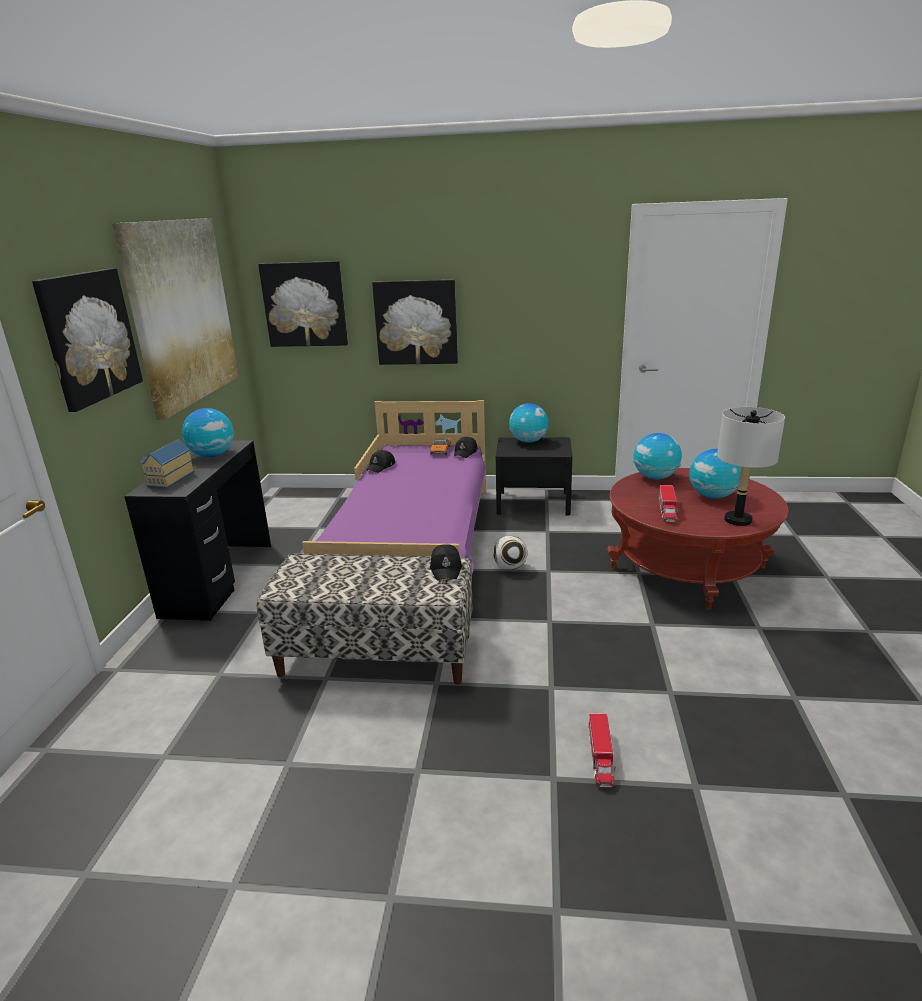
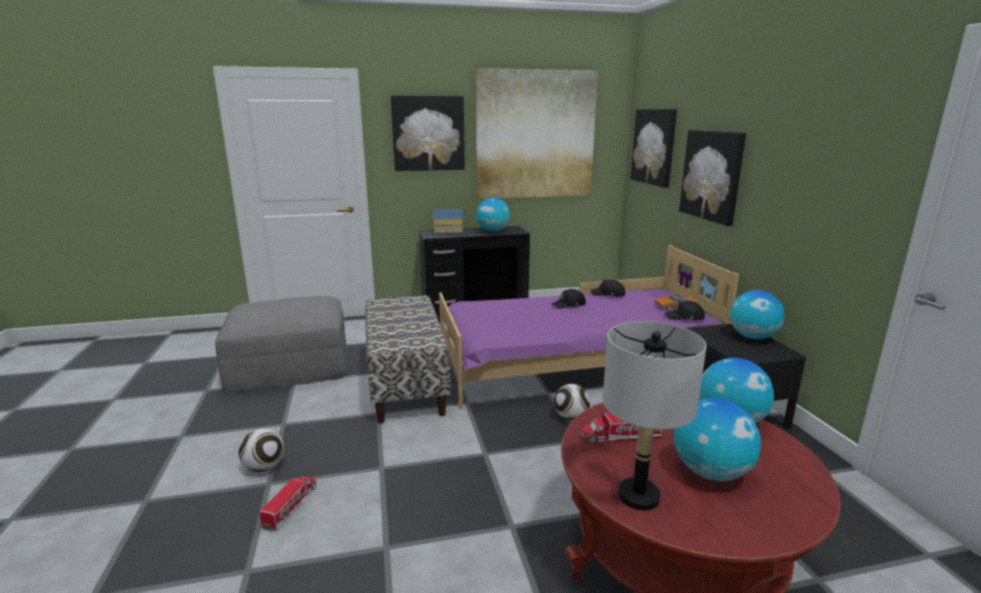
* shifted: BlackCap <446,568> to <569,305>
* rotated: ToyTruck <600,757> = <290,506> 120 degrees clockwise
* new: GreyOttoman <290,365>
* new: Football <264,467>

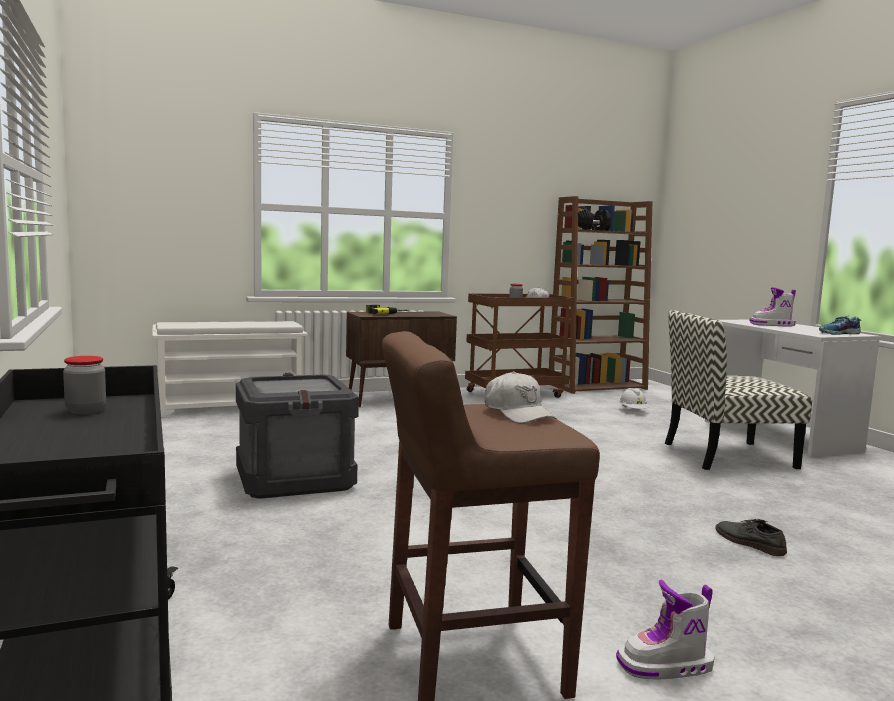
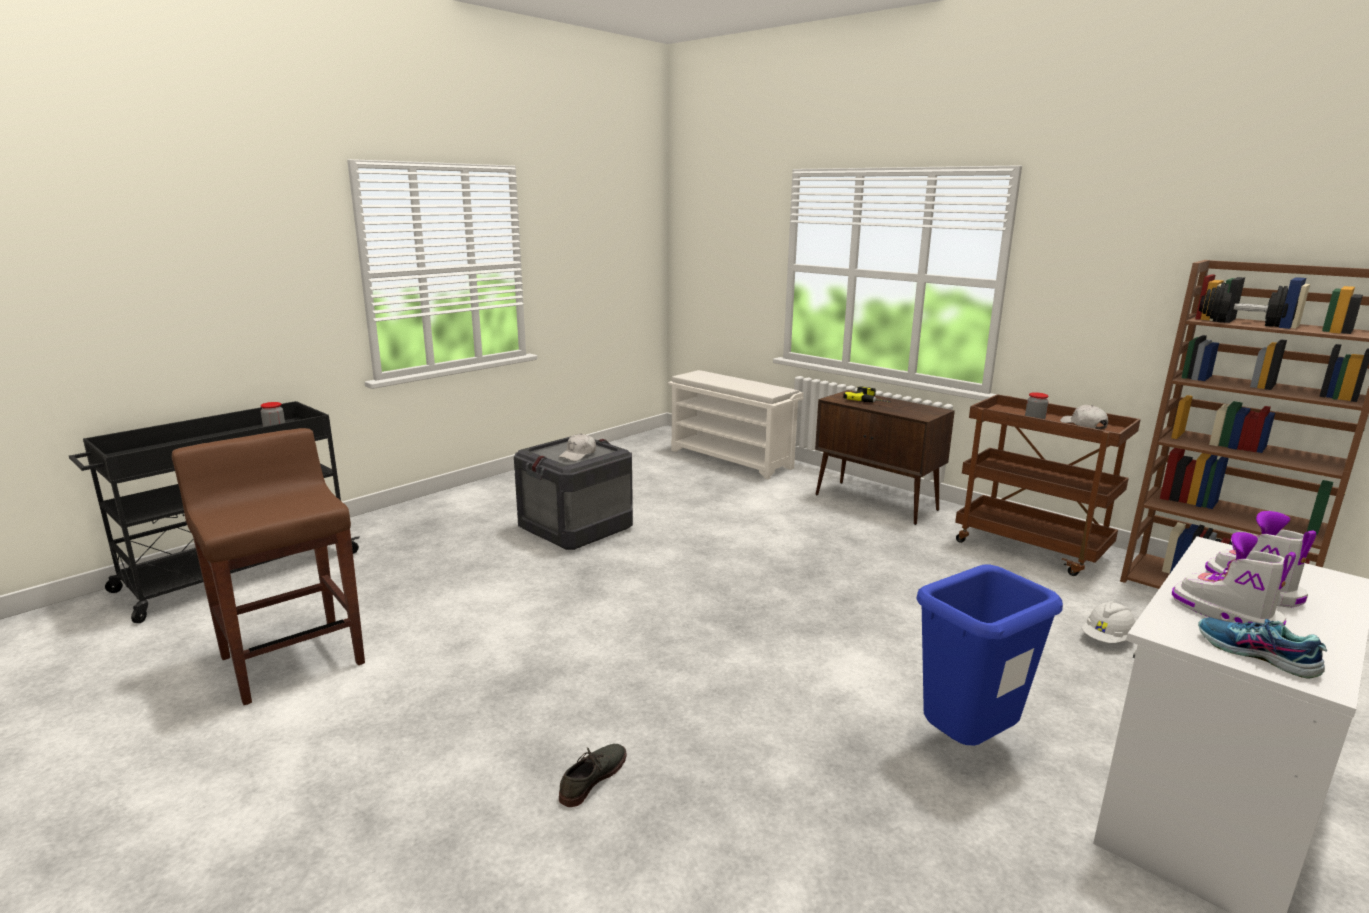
* shifted: WhiteCap <518,413> to <578,455>
* shifted: Boot <666,666> to <1224,614>
* swapped: Chair <727,455> to BlueTrashCan <967,745>

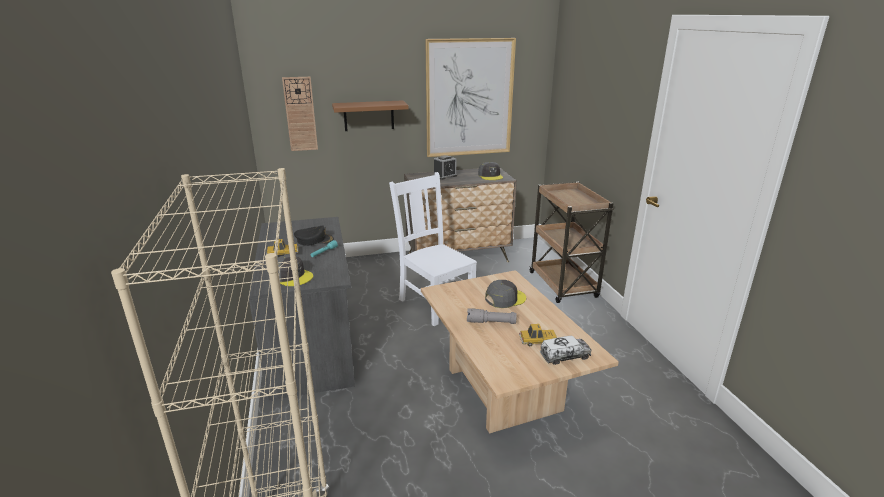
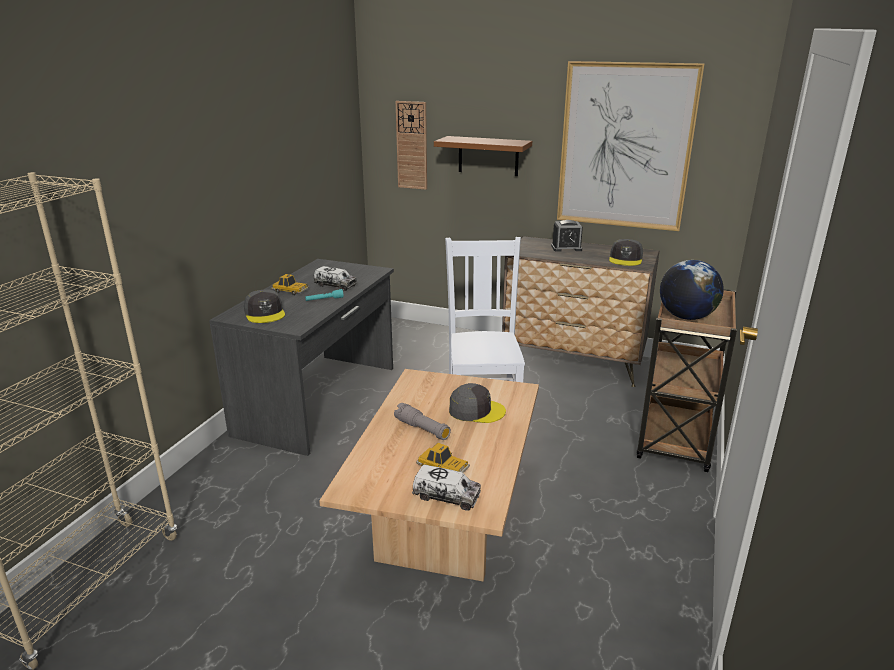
* swapped: BlackCap <314,240> to ToyTruck <335,285>
* new: Globe <686,317>

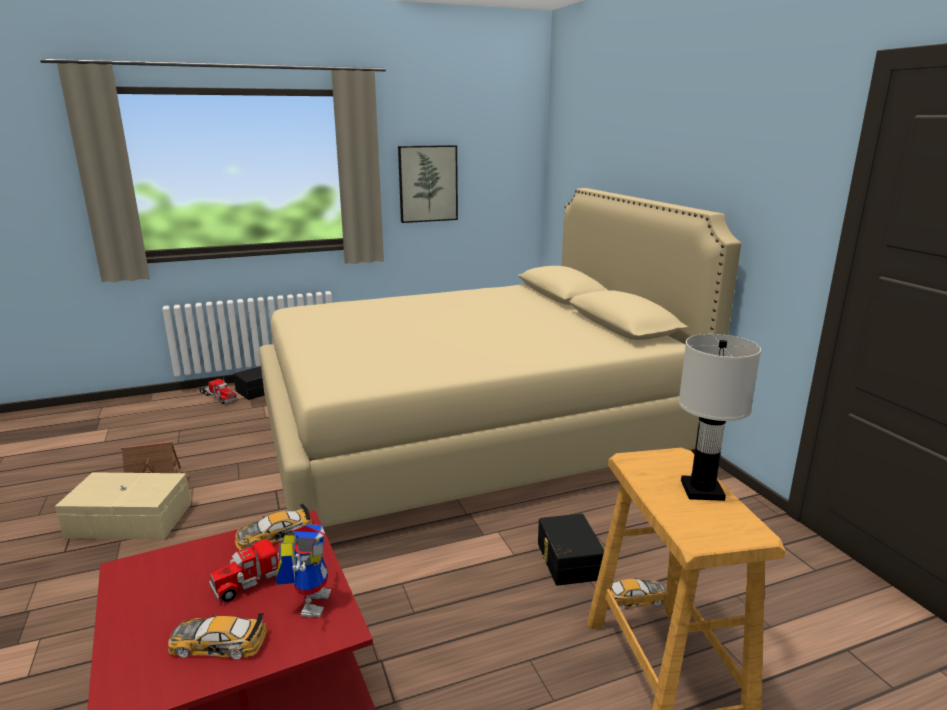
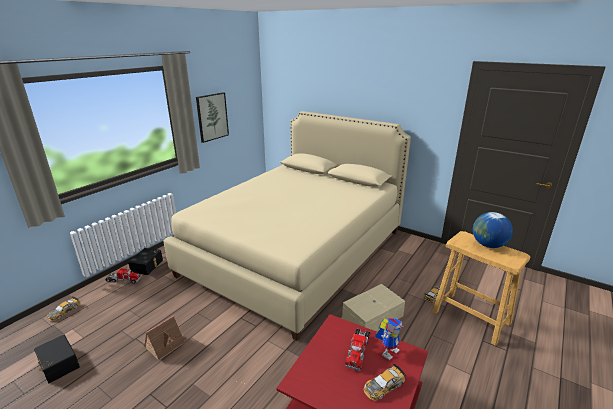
* shifted: BeigeStorageBox <130,519> to <371,316>
* shifted: ToyCar <274,535> to <64,311>
* rotated: ToyRobot <310,601> = <388,350> 75 degrees clockwise
* shifted: BlackStorageBox <567,561> to <58,364>
* swapped: WhiteTableLamp <701,490> to Globe <488,245>

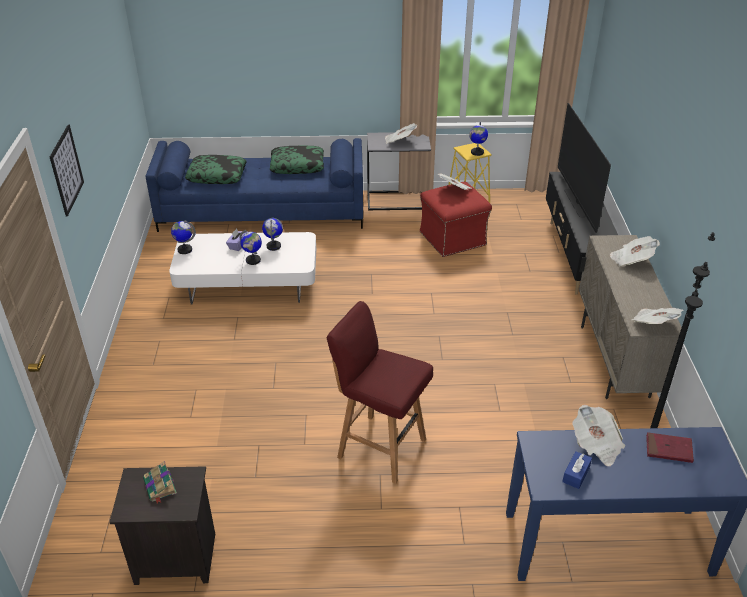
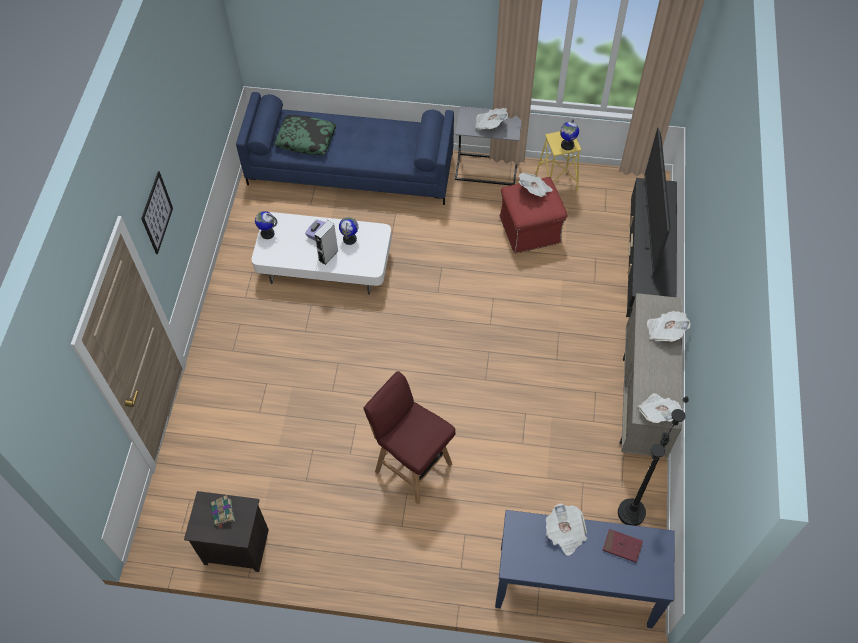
* swapped: Globe <253,260> to GreySpeaker <328,255>
* gone: Pillow <297,165>
* gone: BlueTissueBox <576,474>

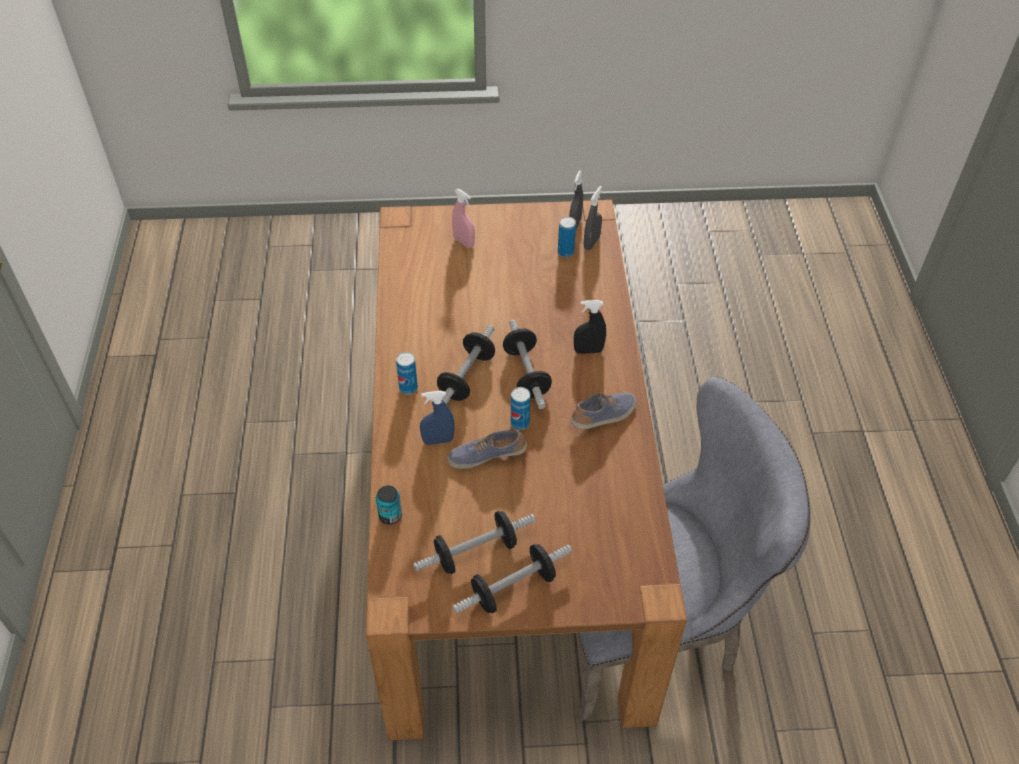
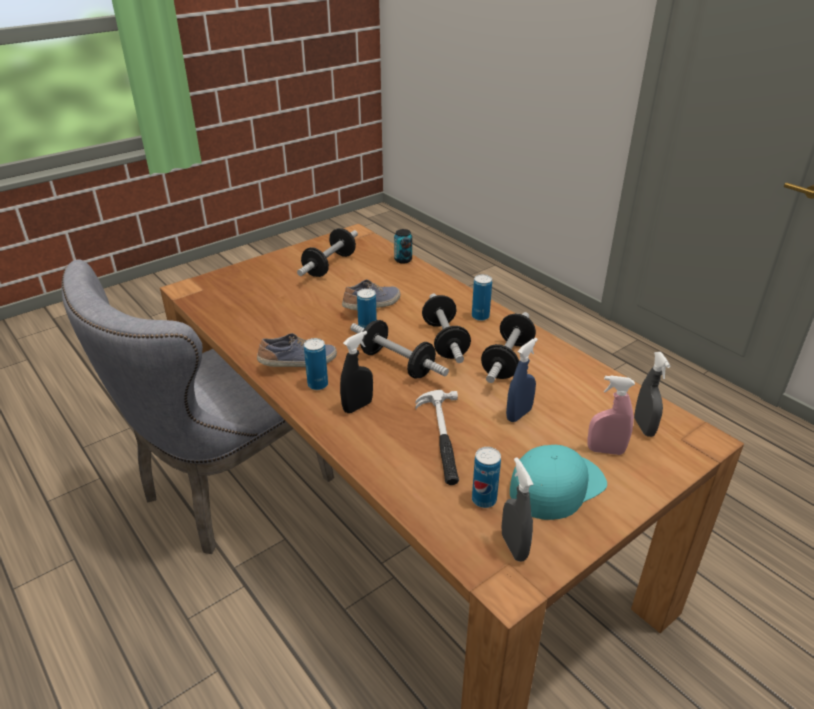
* shifted: BlueSprayBottle <438,440> to <519,414>
* shifted: Dumbbell <513,588> to <507,360>
* rotated: Shoe <604,417> = <299,363> 135 degrees counterclockwise
* shifted: GreySprayBottle <591,243> to <644,427>
* new: Can <318,385>
* new: Hammer <442,438>
* new: TurquoiseCap <556,485>

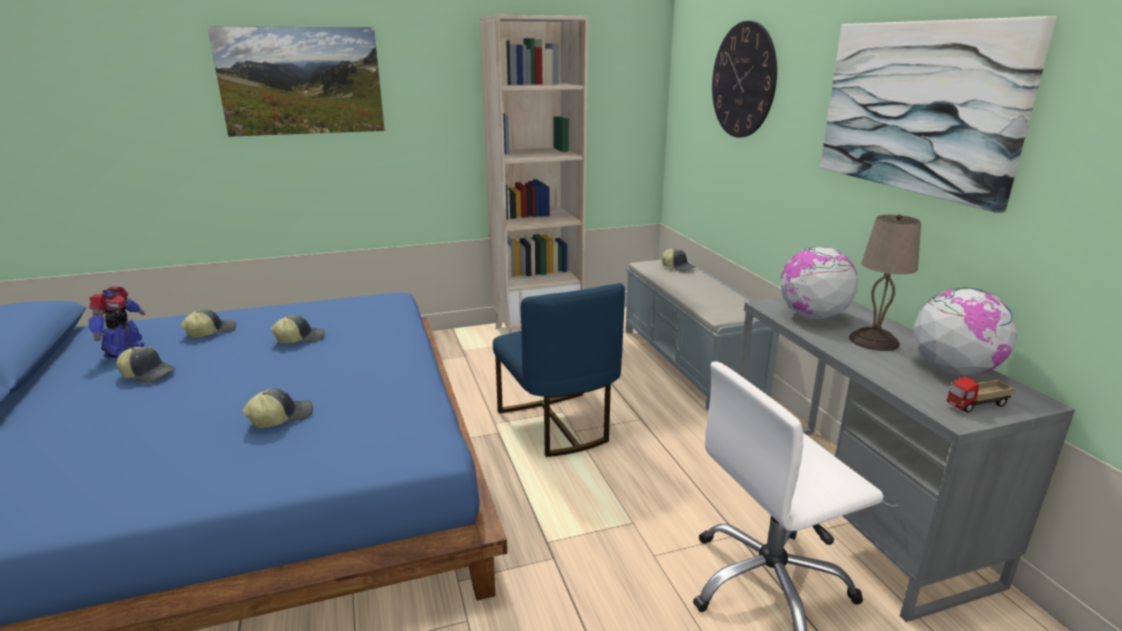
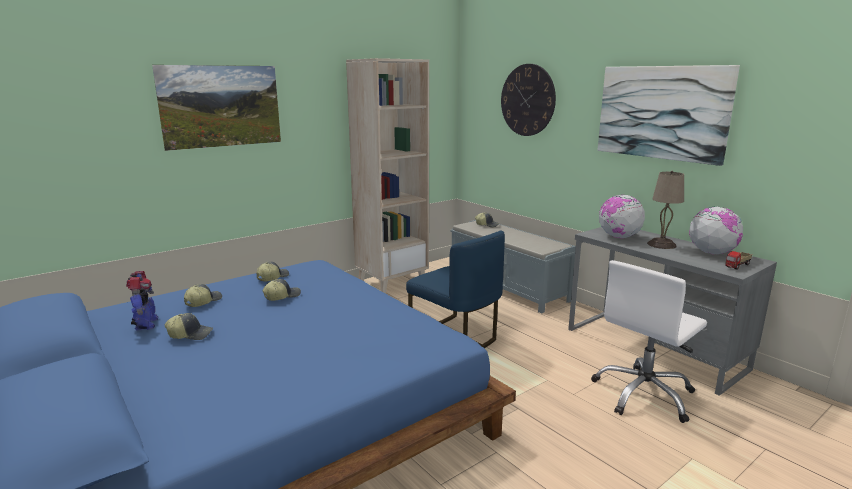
* shifted: Cap <281,417> to <272,277>

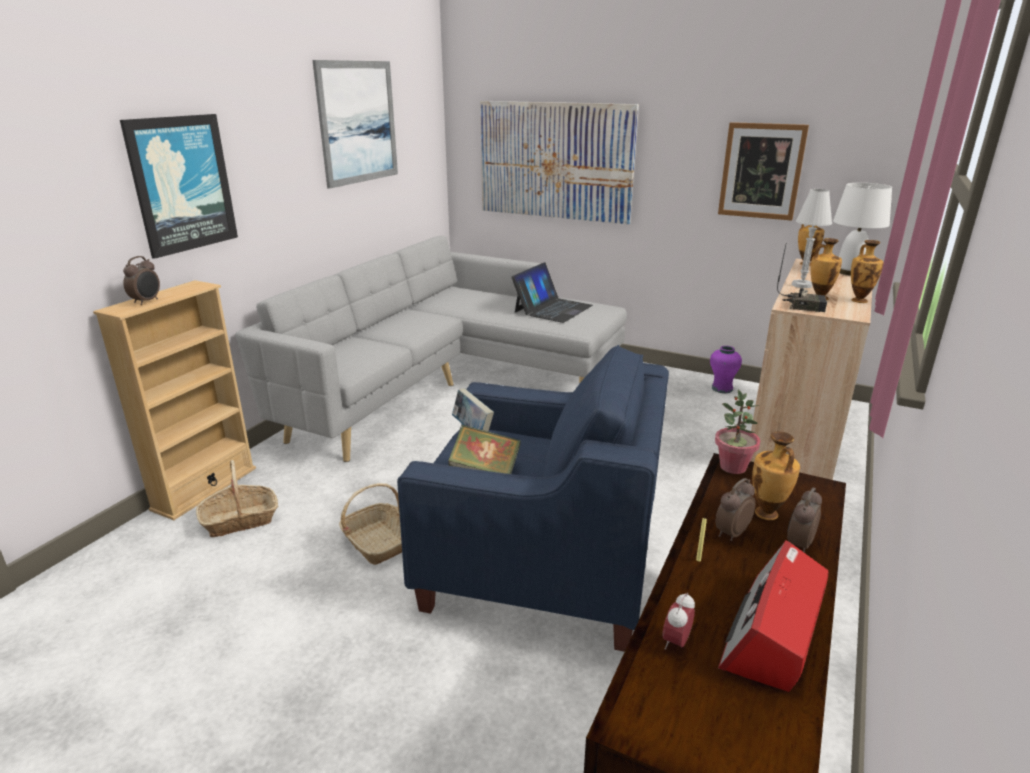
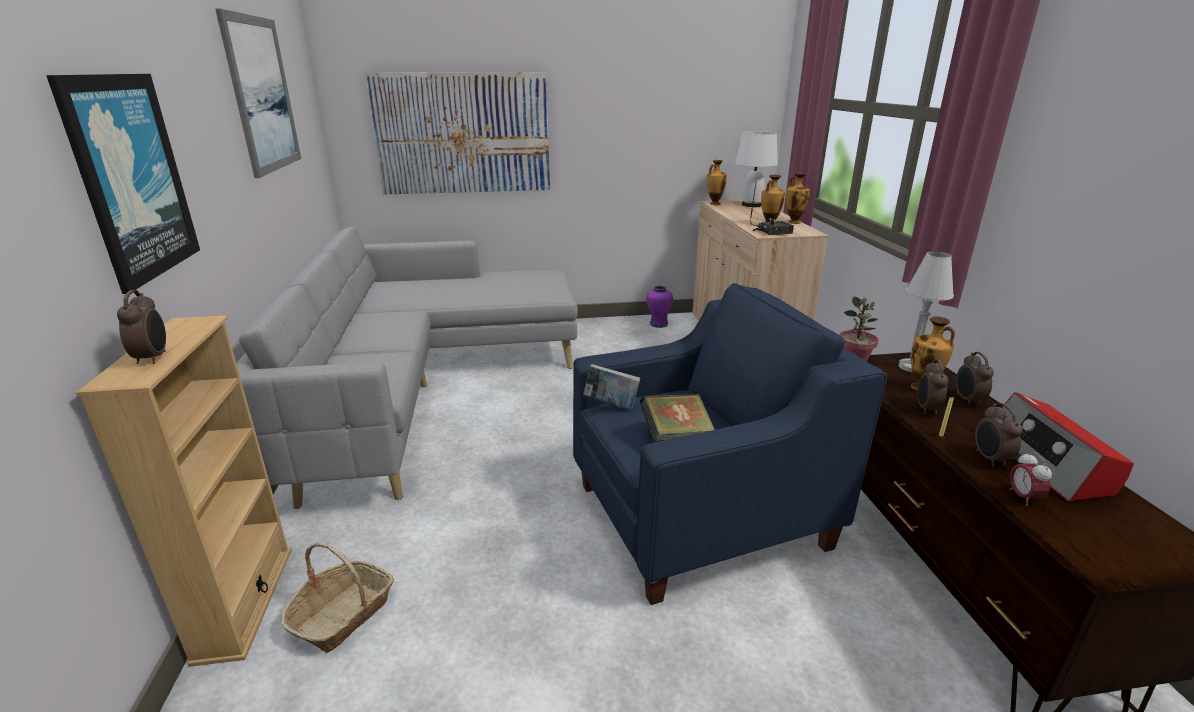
* gone: Basket <377,542>
* gone: Laptop <552,308>
* gone: Picture <761,171>
* shifted: WhiteTableLamp <801,285> to <911,367>
* new: AlarmClock <989,459>

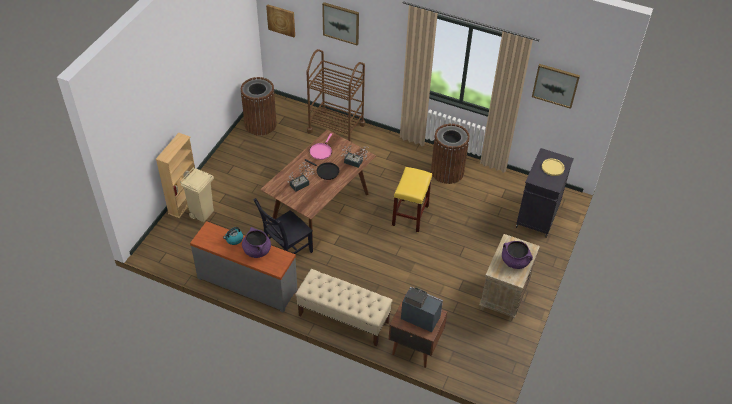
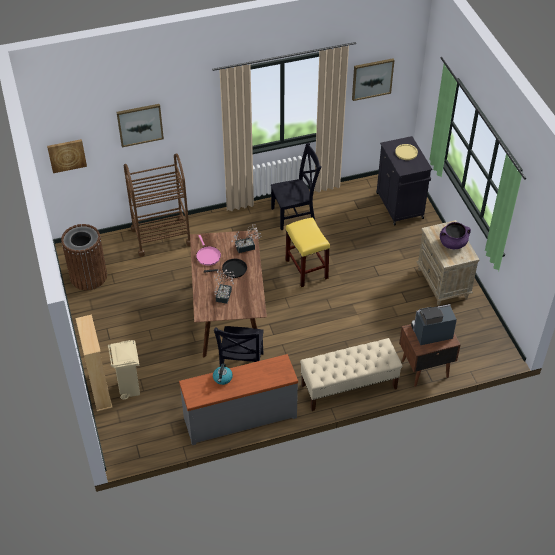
* gone: PurpleCookingPot <257,250>
* swapped: BrownTrashCan <447,172> to BlackChair <295,215>

